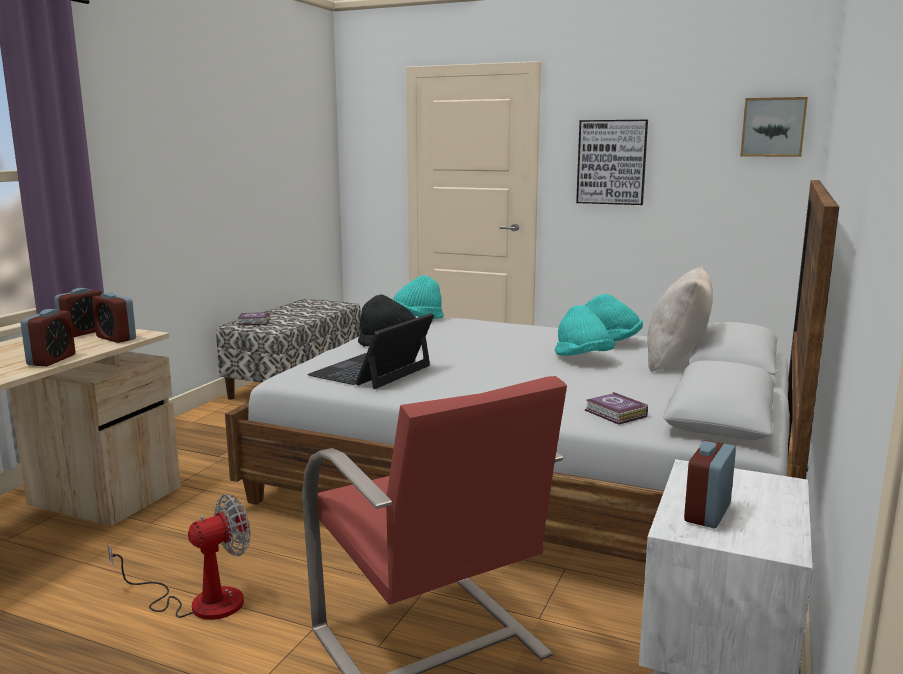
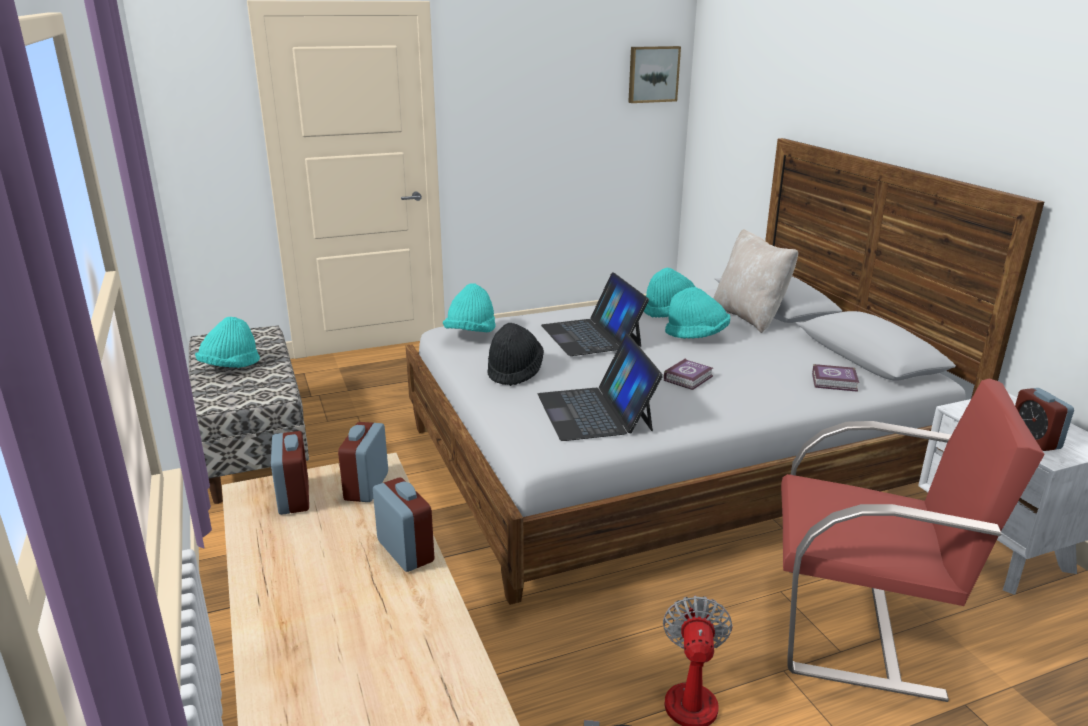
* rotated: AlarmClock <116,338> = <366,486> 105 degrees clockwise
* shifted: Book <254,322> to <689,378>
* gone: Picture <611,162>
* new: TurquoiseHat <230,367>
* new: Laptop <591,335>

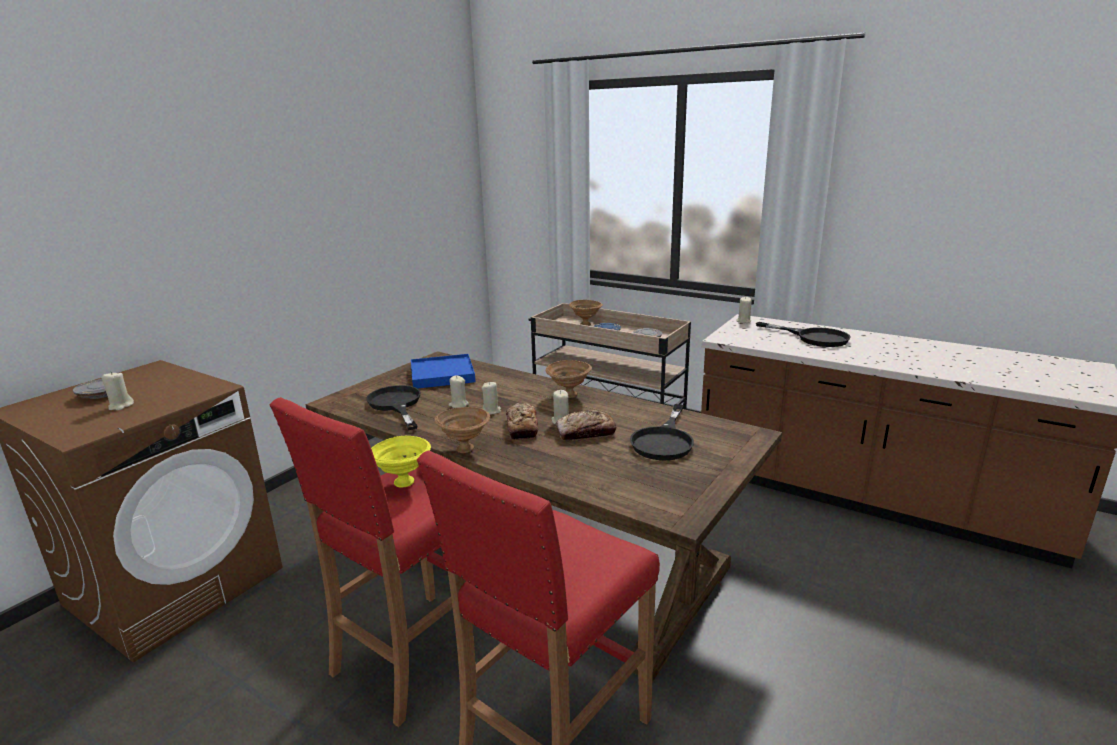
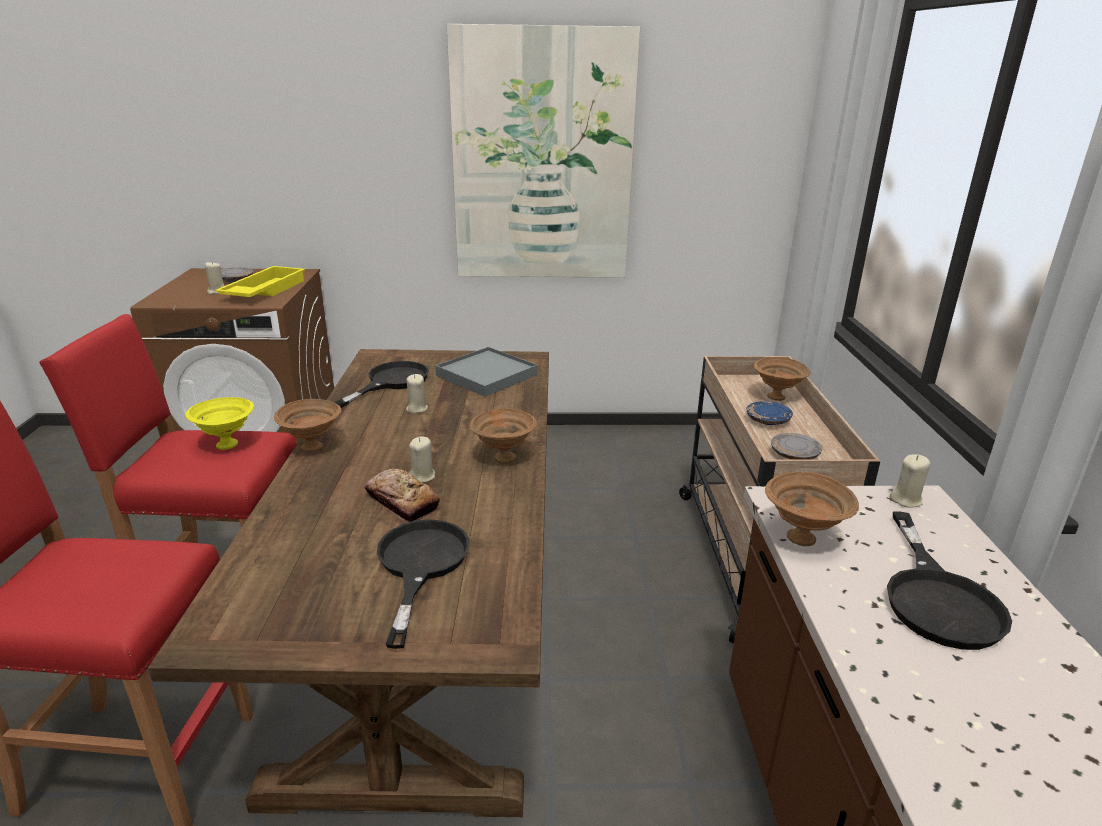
* repainted: BlueTray <442,374> to GreyTray <486,375>
* gone: BeigeCandle <491,411>
* gone: Bread <522,427>
* rotated: BlackFryingPan <664,440> = <420,565> 105 degrees clockwise
* new: YellowTray <263,291>
* new: Picture <542,159>
* new: BrownBowl <803,539>

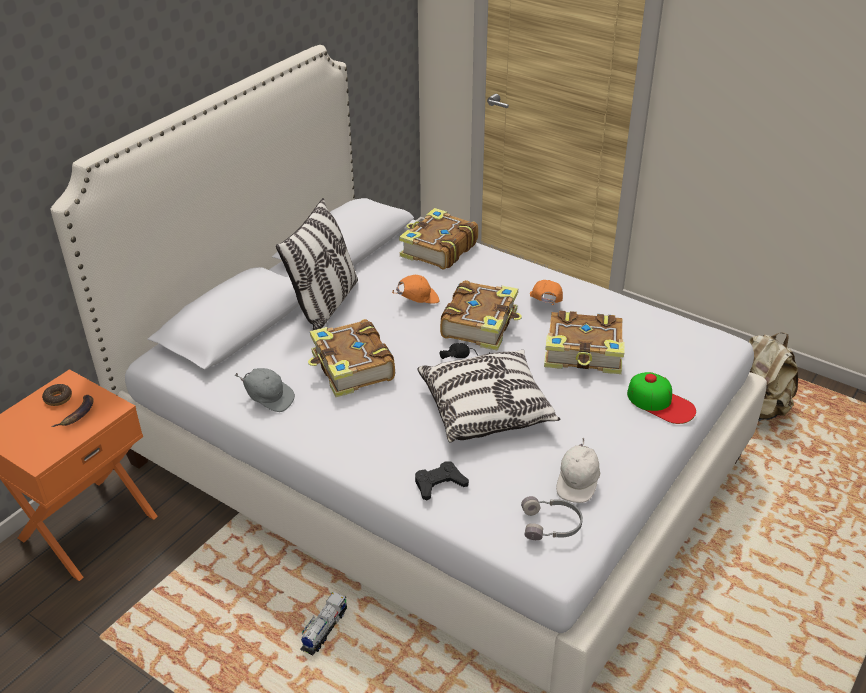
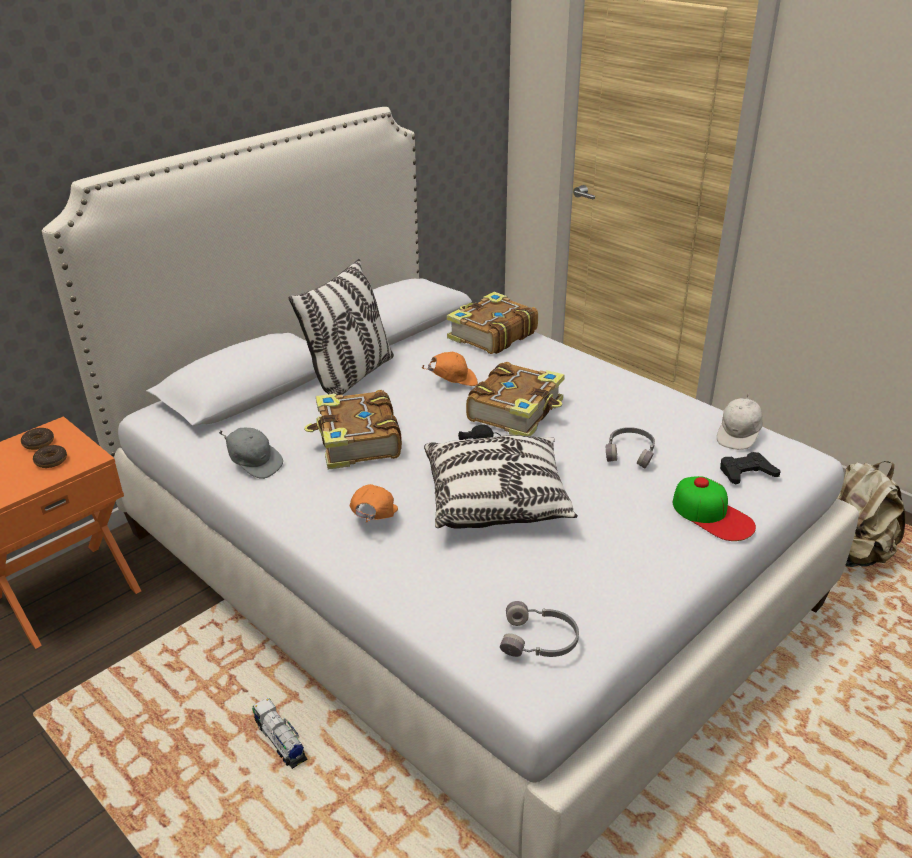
* swapped: Banana <78,414> to Donut <51,461>
* rotated: ToyTruck <324,630> = <280,741> 75 degrees counterclockwise
* shifted: BlackGameController <439,484> to <746,473>
* shifted: OrangeCap <545,305> to <373,520>
* swapped: Book <584,353> to GreyHeadphones <630,452>
* shifted: WhiteCap <578,483> to <739,435>

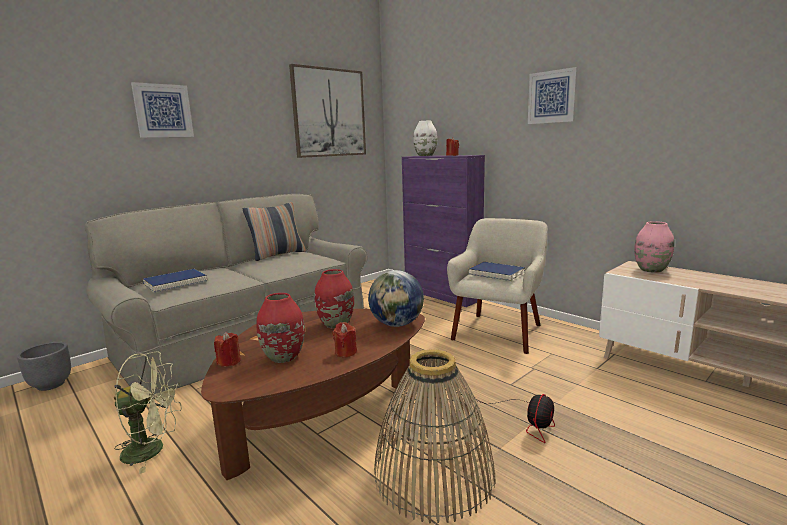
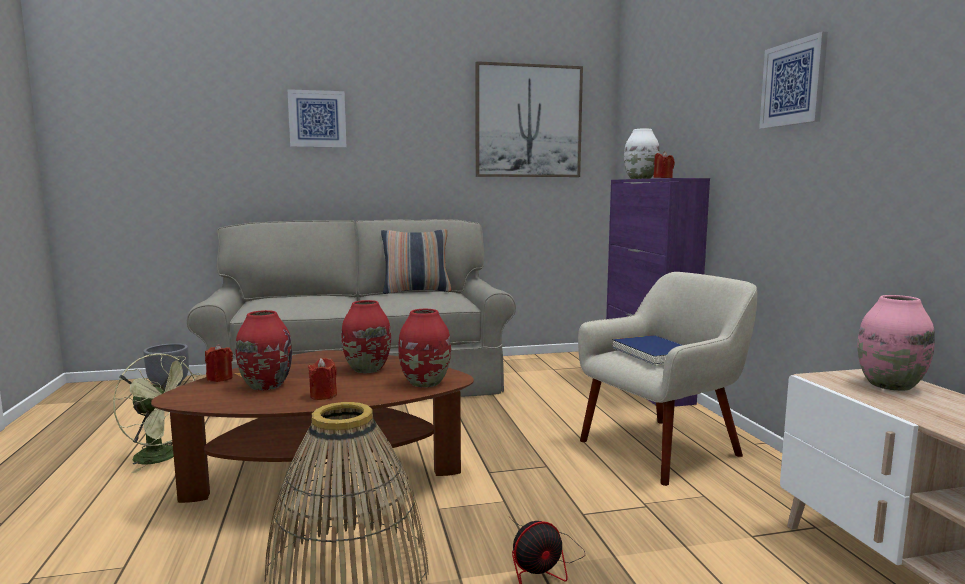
* gone: BlueBook <175,283>
* swapped: Globe <397,324> to RedVase <425,383>

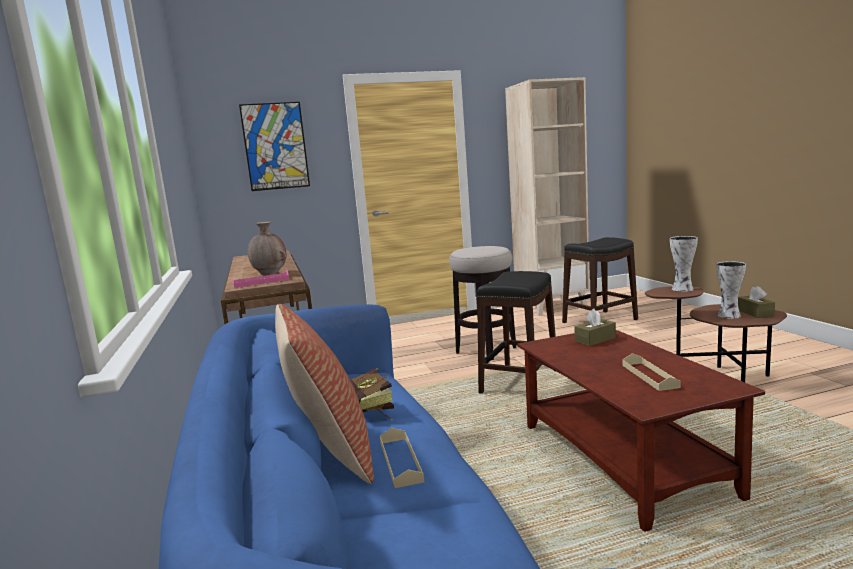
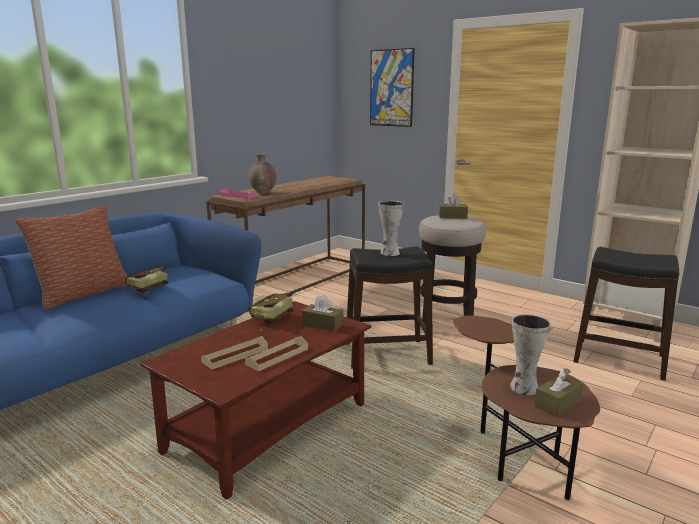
* shifted: BeigeTray <400,461> to <277,356>
* shifted: Vase <682,289> to <389,253>
* new: Book <269,320>
* new: BrownTissueBox <452,217>

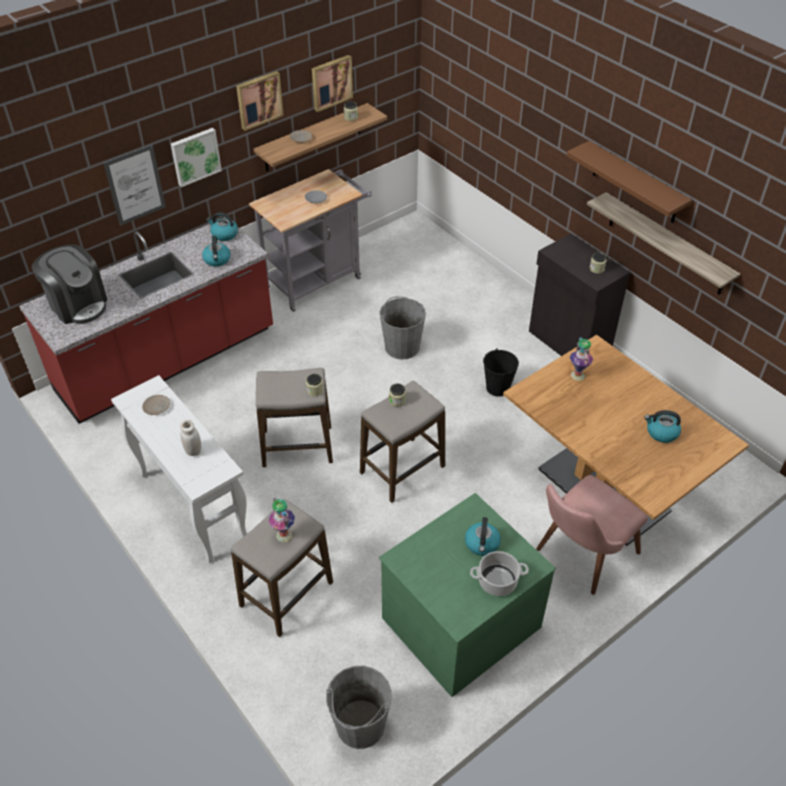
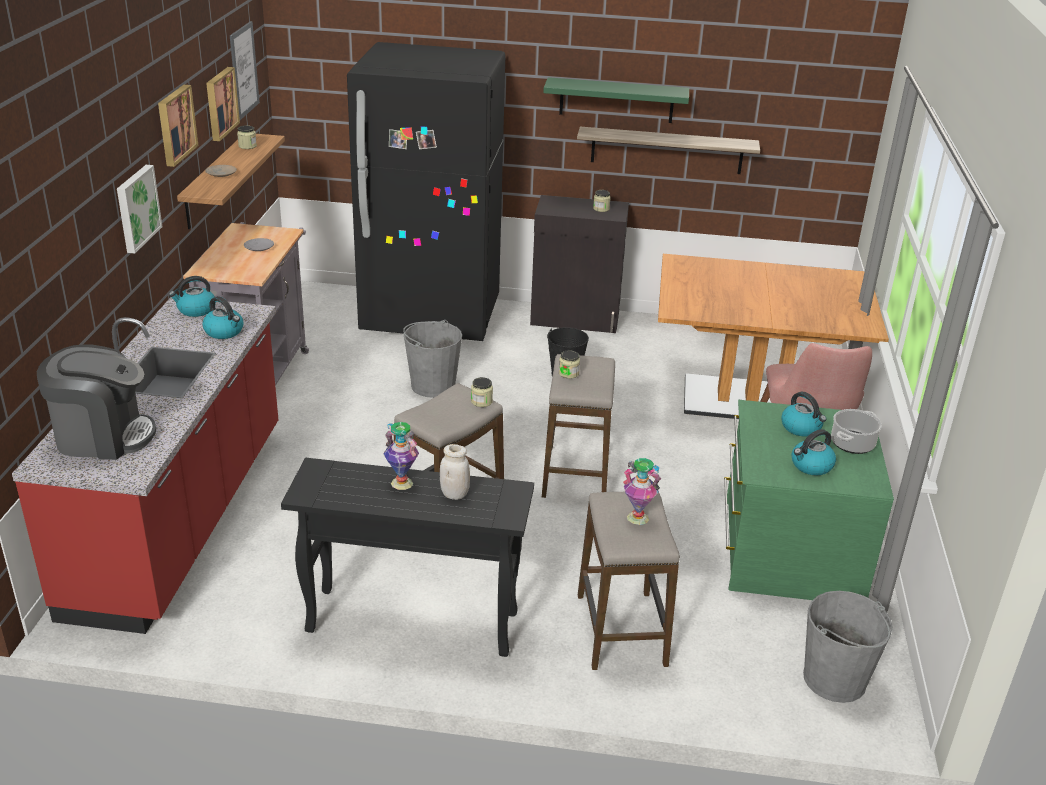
* shifted: Picture <135,185> to <244,70>
* repainted: WhiteConsoleTable <192,505> to BlackConsoleTable <410,622>
* gone: BeigePlate <157,407>
* repainted: BrownShelf <635,183> to GreenShelf <616,100>
* shifted: Vase <577,375> to <401,483>
* shifted: Kettle <661,433> to <811,466>
* new: BlackFridge <431,317>

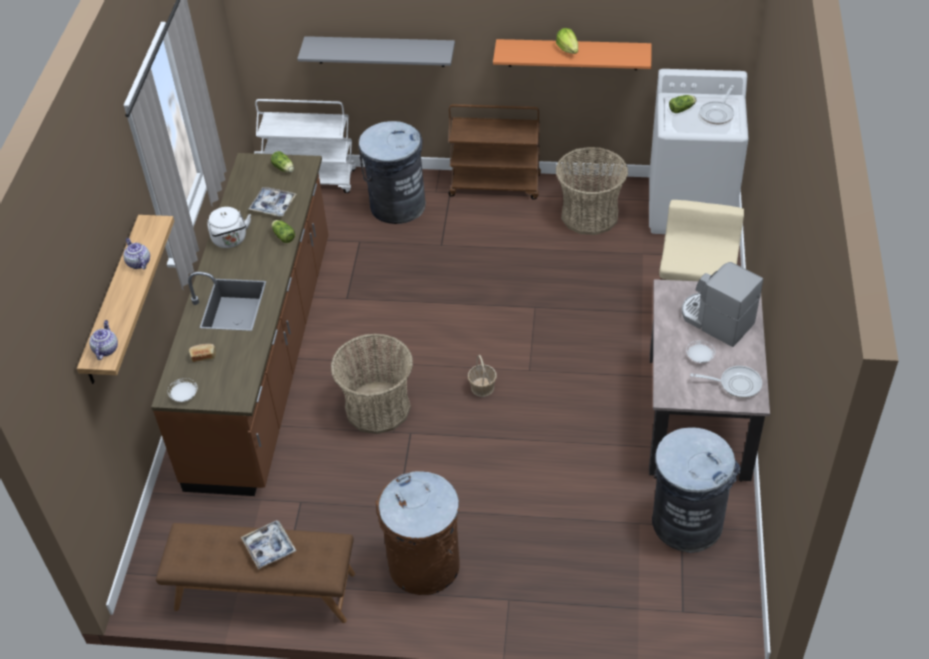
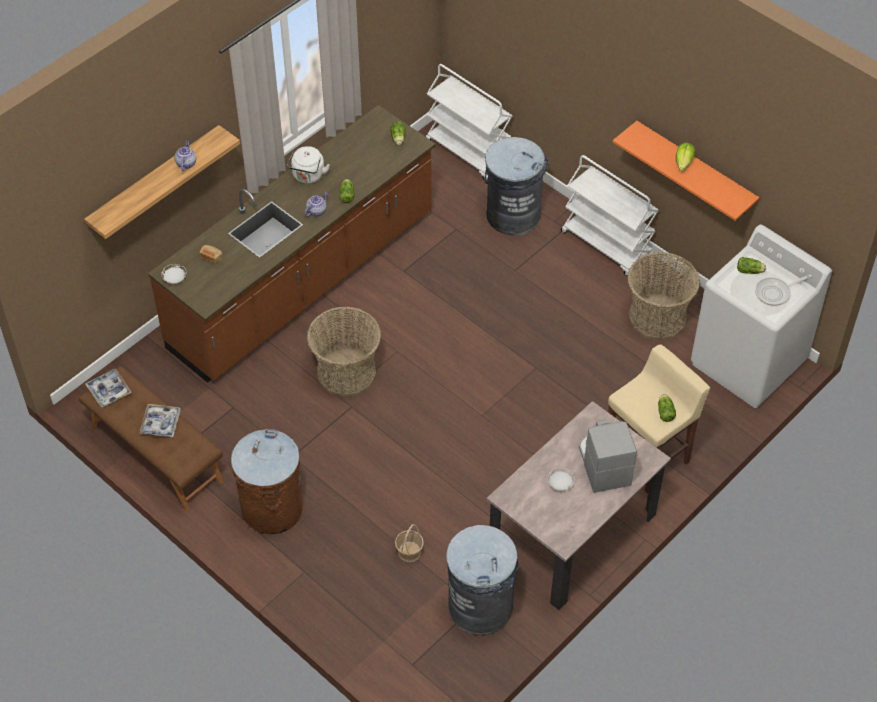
* shifted: Teapot <106,349> to <316,211>
* shifted: Tray <273,205> to <109,391>
* gone: GreyShelf <380,51>
* repainted: BrownCart <496,185> to WhiteCart <607,244>
* shifted: Basket <482,387> to <409,552>
* gone: FryingPan <736,384>
* new: Lettuce <665,411>

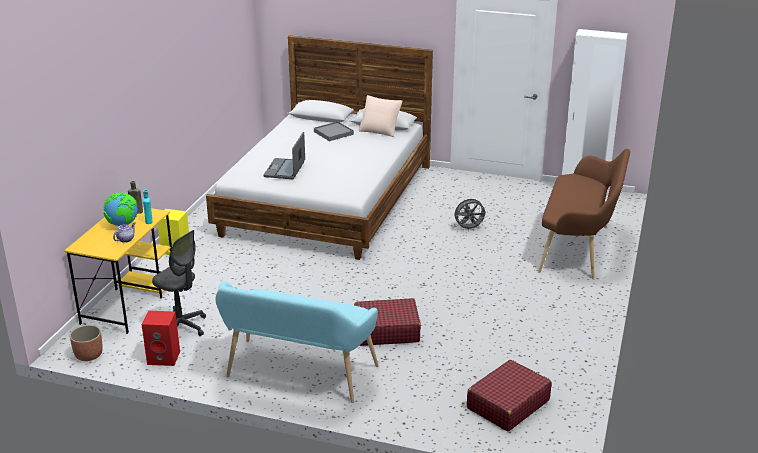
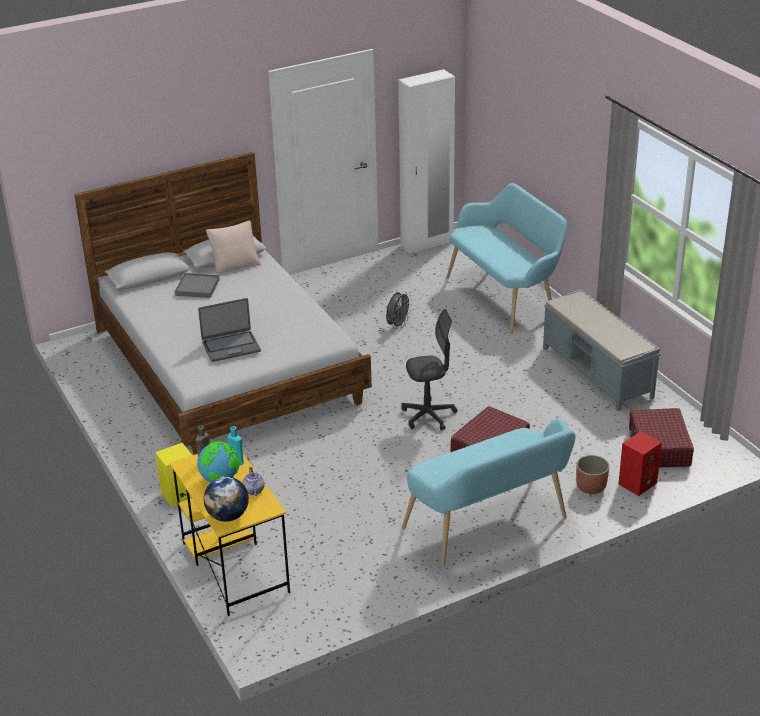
* shifted: Planter <88,355> to <590,487>
* shifted: RedSpeaker <164,357> to <637,483>
* shifted: GreyOfficeChair <181,327> to <428,416>
* rotated: Laptop <285,169> = <231,347> 75 degrees counterclockwise
* repainted: BrownBench <579,248> to TurquoiseBench <505,297>
* new: Globe <227,516>
* new: GreyBench <597,372>

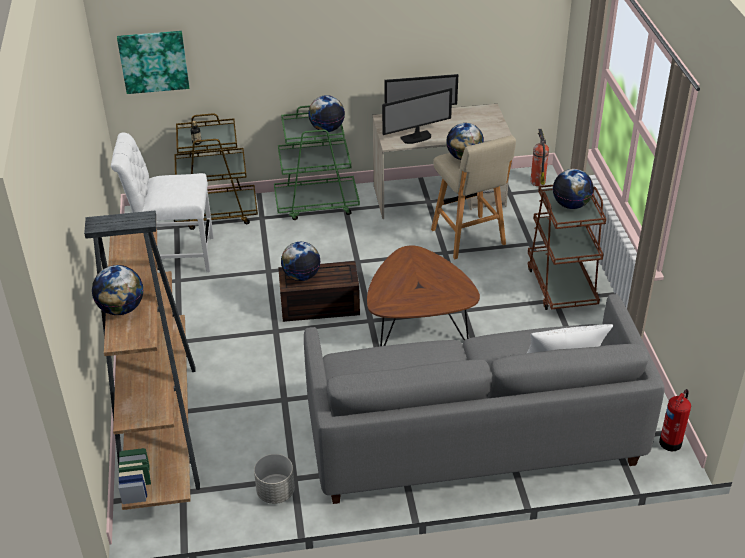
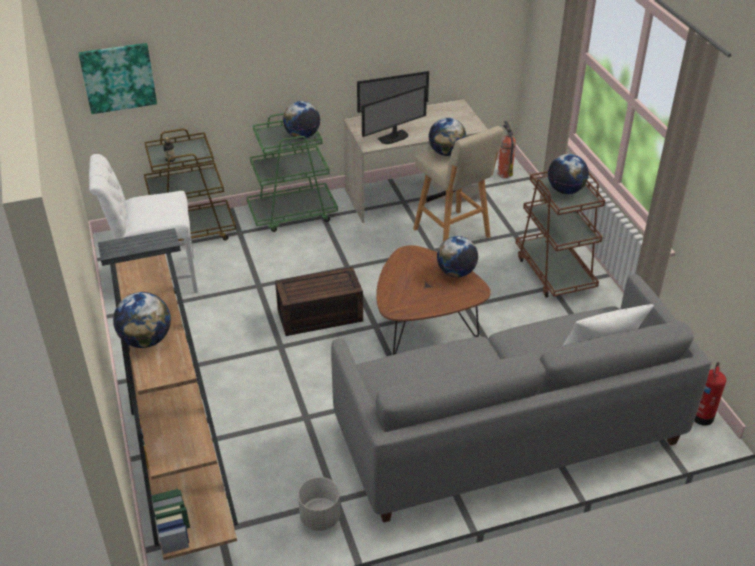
* shifted: Globe <301,276> to <456,272>

